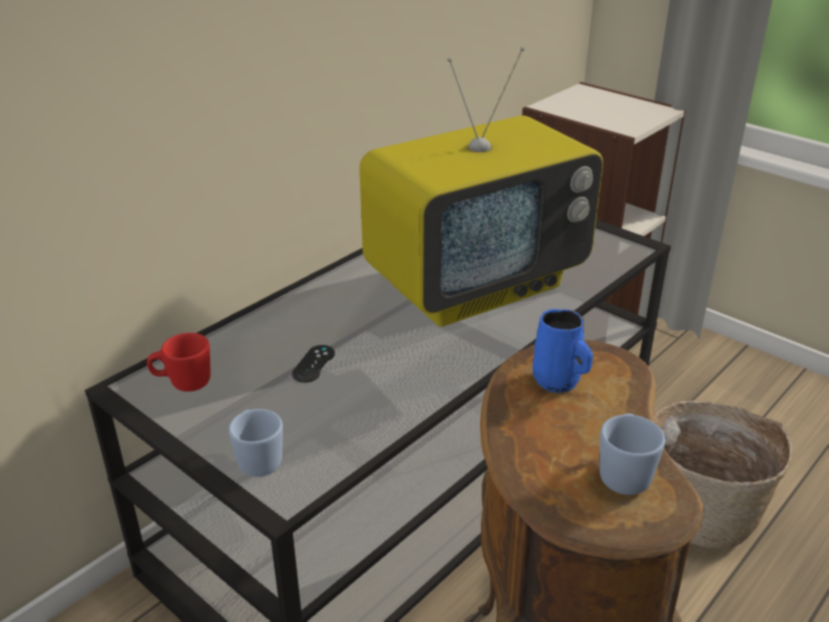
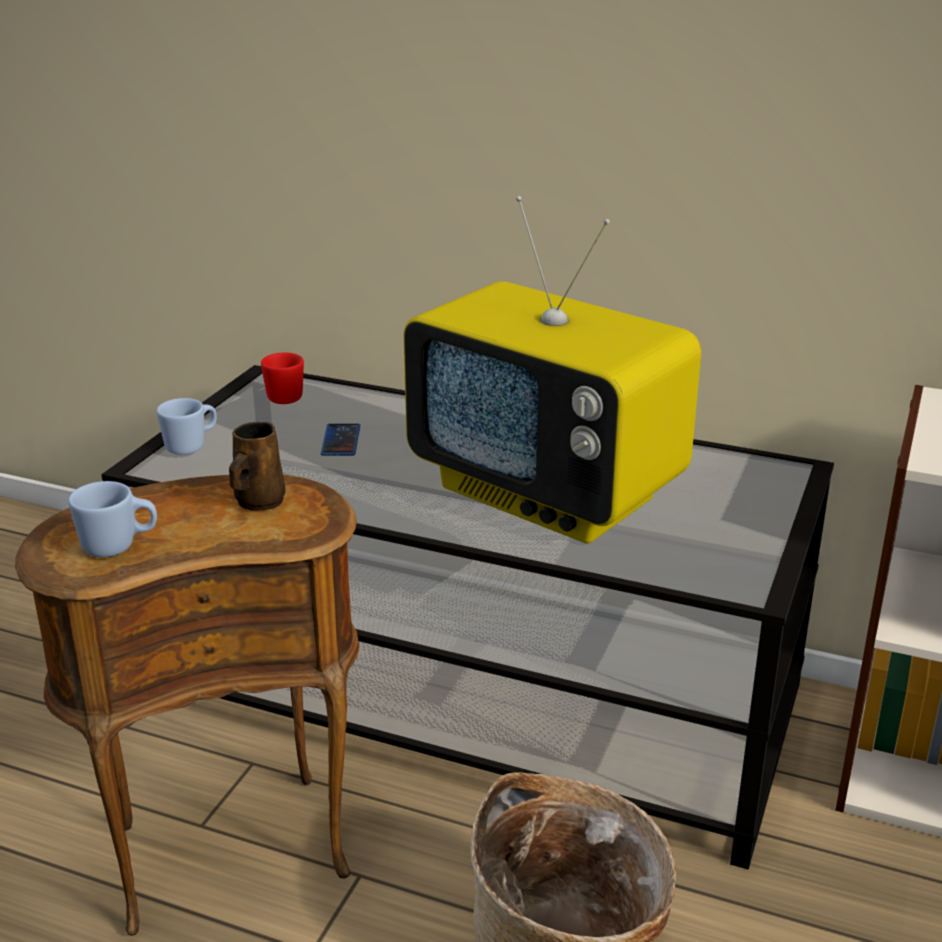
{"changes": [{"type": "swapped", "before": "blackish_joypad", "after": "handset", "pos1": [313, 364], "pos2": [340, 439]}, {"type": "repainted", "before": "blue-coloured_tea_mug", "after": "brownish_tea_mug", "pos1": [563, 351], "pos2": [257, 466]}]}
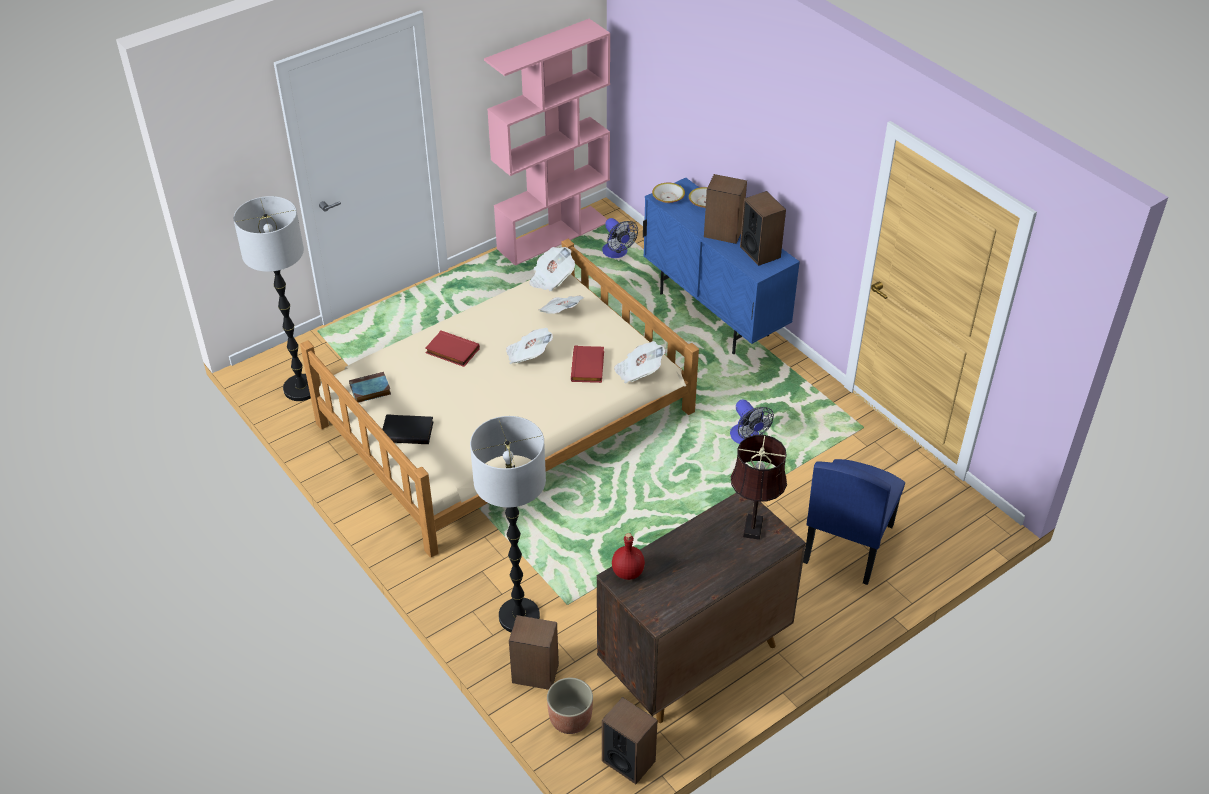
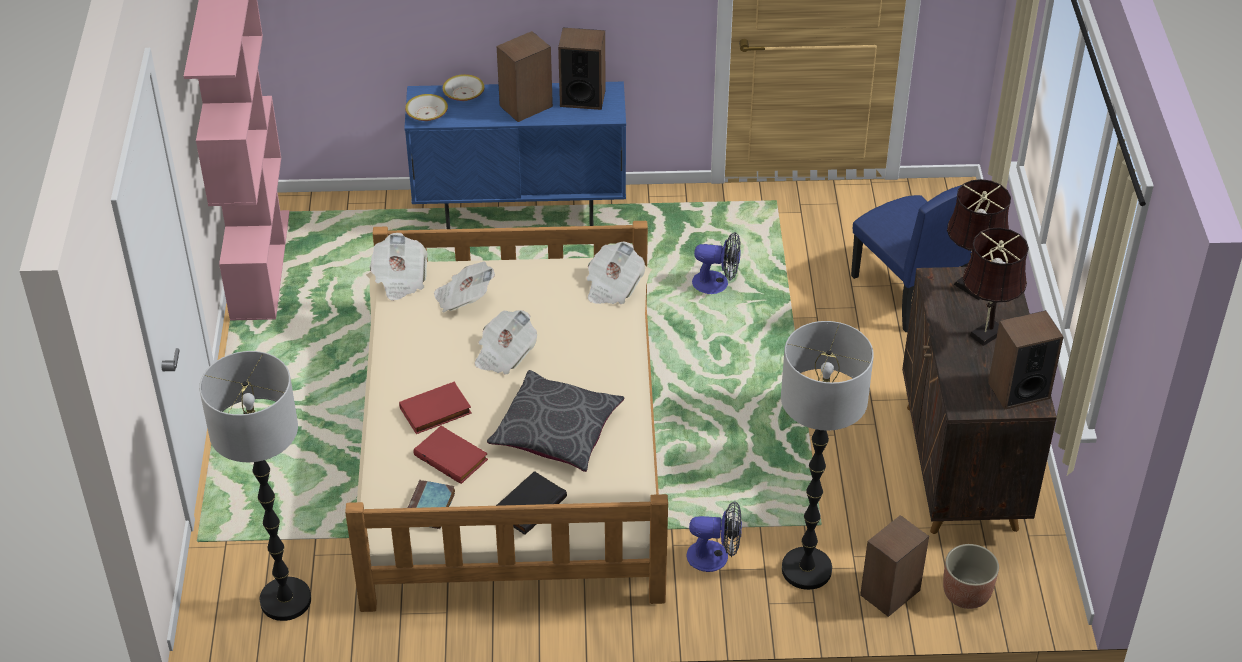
{"changes": [{"type": "gone", "before": "reddish_bottle", "pos1": [628, 556]}, {"type": "new", "after": "greyish_cushion", "pos2": [556, 421]}, {"type": "new", "after": "brownish_table_lamp", "pos2": [995, 287]}, {"type": "shifted", "before": "reddish_volume", "pos1": [587, 364], "pos2": [451, 455]}, {"type": "shifted", "before": "electric_fan", "pos1": [620, 238], "pos2": [714, 536]}, {"type": "shifted", "before": "speaker", "pos1": [630, 740], "pos2": [1026, 360]}]}
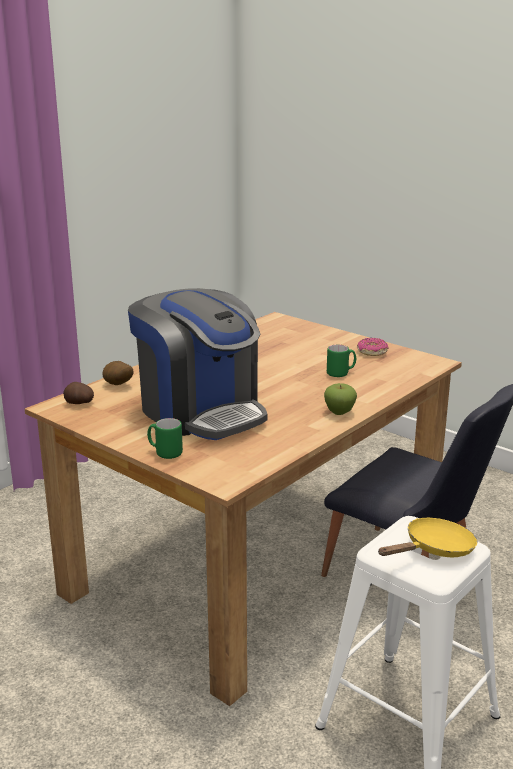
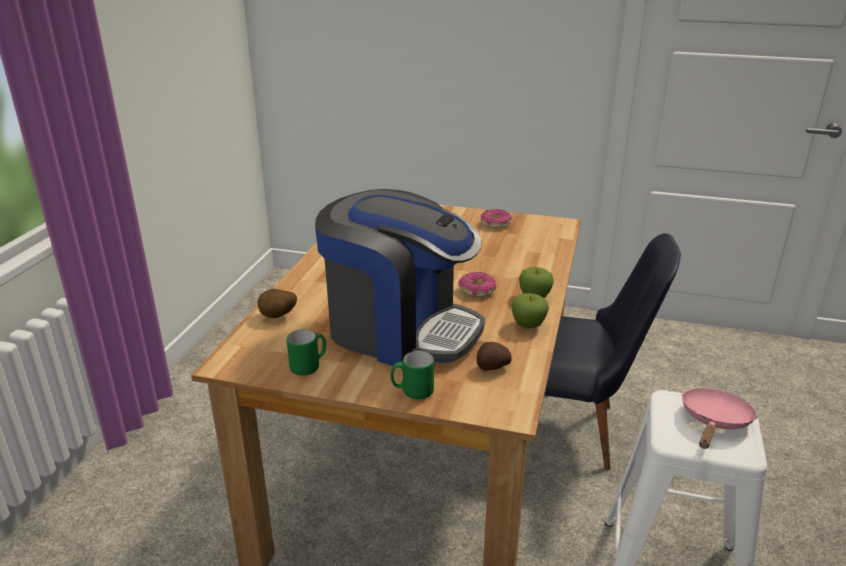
{"changes": [{"type": "new", "after": "donut", "pos2": [477, 284]}, {"type": "new", "after": "apple_fruit", "pos2": [530, 311]}, {"type": "shifted", "before": "whole_potato", "pos1": [78, 393], "pos2": [494, 356]}, {"type": "shifted", "before": "green-coloured_tea_mug", "pos1": [341, 361], "pos2": [306, 352]}, {"type": "repainted", "before": "yellowish_frying_pan", "after": "pinkish_frying_pan", "pos1": [427, 537], "pos2": [720, 418]}]}
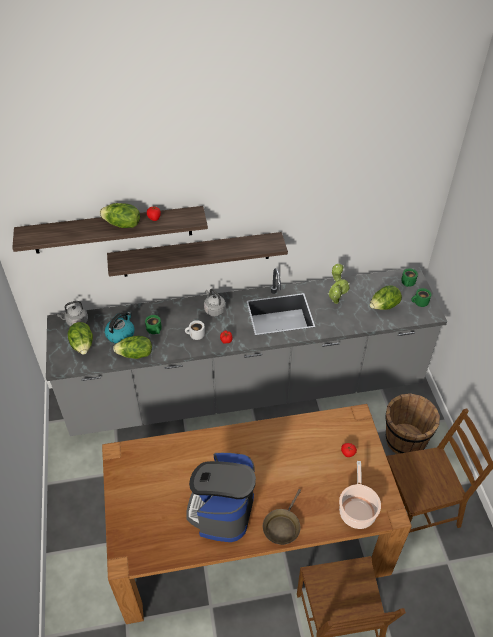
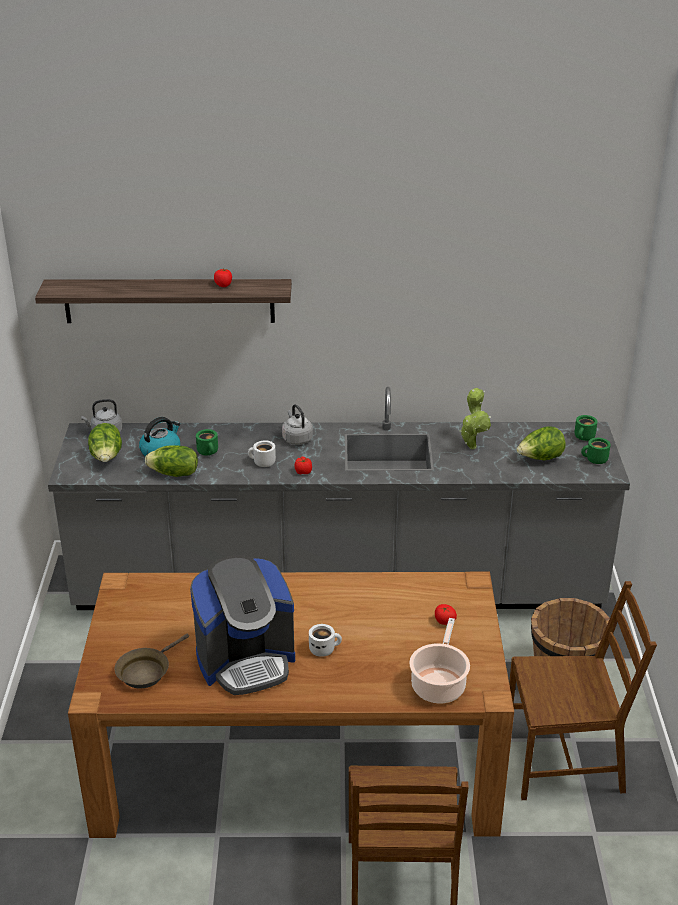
{"changes": [{"type": "gone", "before": "lettuce", "pos1": [120, 215]}, {"type": "gone", "before": "bracket_shelf", "pos1": [197, 254]}, {"type": "new", "after": "whitish_tea_mug", "pos2": [325, 640]}, {"type": "shifted", "before": "brownish_frying_pan", "pos1": [282, 517], "pos2": [151, 661]}, {"type": "rotated", "before": "coffee_maker", "pos1": [221, 497], "pos2": [242, 625], "turn": -135}]}
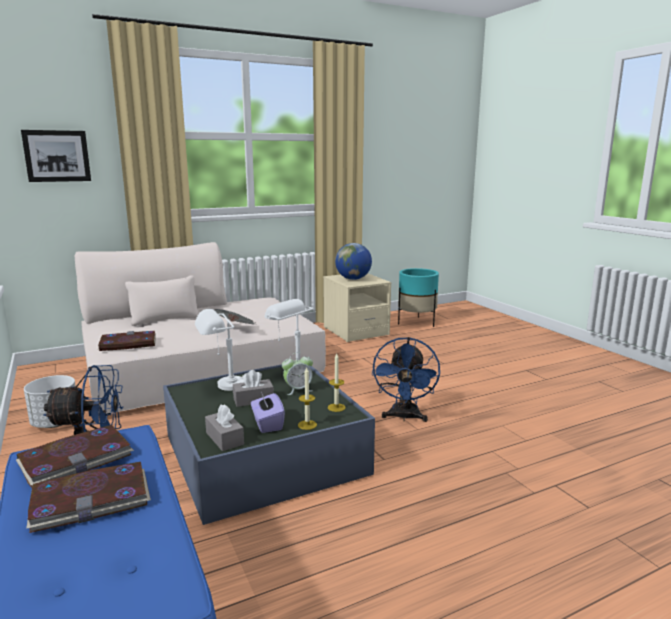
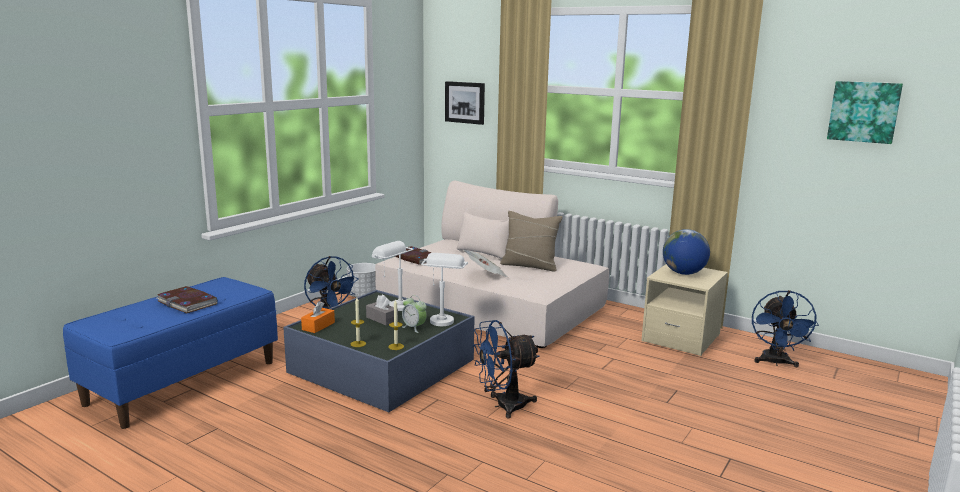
{"changes": [{"type": "gone", "before": "volume", "pos1": [75, 456]}, {"type": "gone", "before": "purplish_box_of_tissues", "pos1": [268, 412]}, {"type": "new", "after": "beige_cushion", "pos2": [531, 241]}, {"type": "new", "after": "picture", "pos2": [865, 112]}, {"type": "swapped", "before": "turquoise-coloured_flower_pot", "after": "blue-coloured_electric_fan", "pos1": [418, 297], "pos2": [785, 328]}, {"type": "repainted", "before": "greyish_box_of_tissues", "after": "orange_box_of_tissues", "pos1": [224, 427], "pos2": [318, 317]}]}
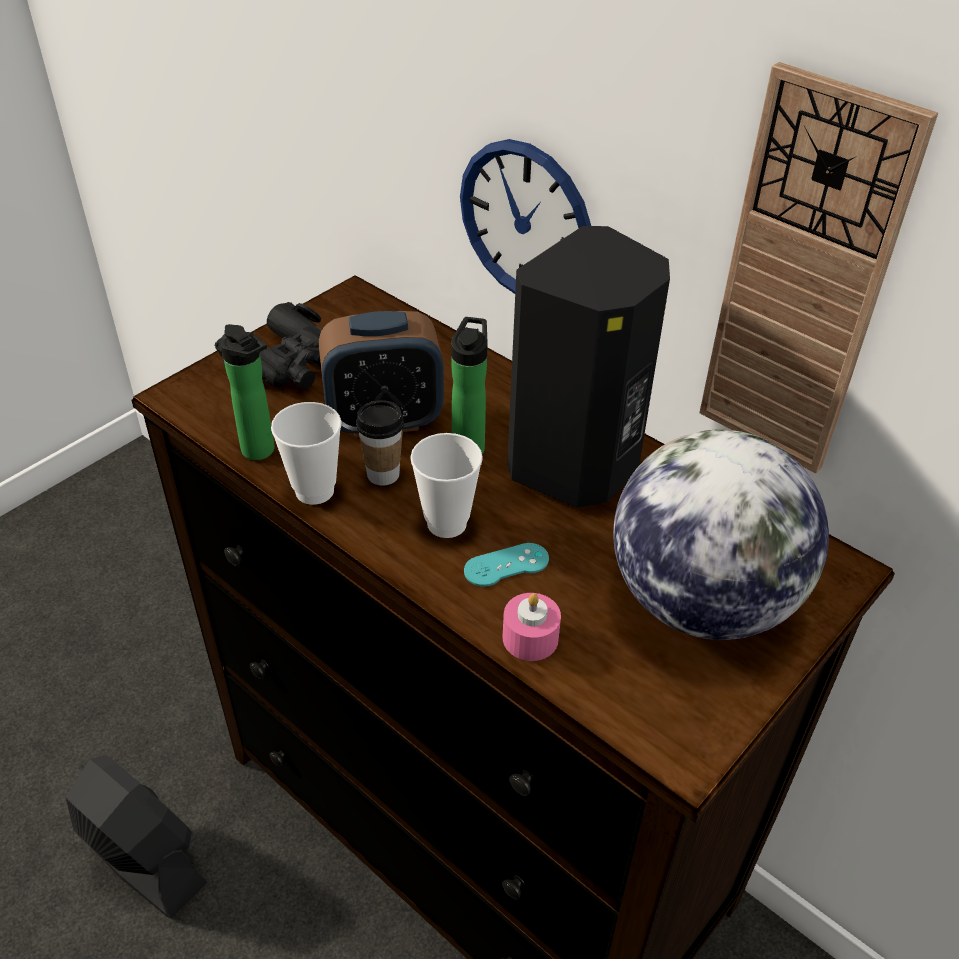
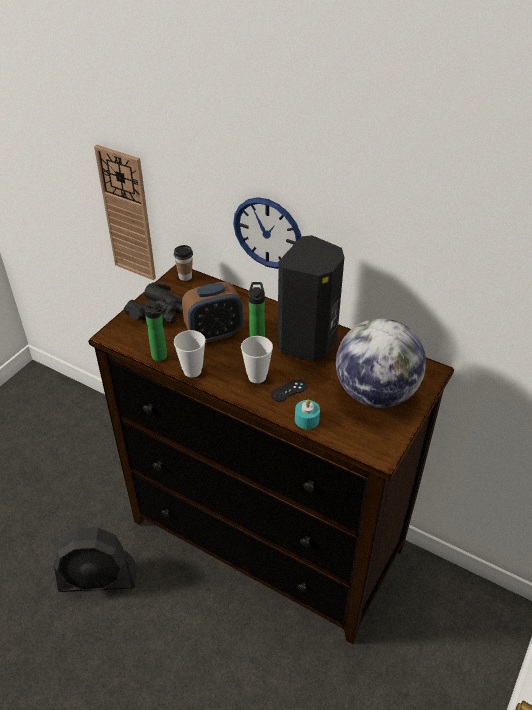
{"changes": [{"type": "shifted", "before": "cup", "pos1": [380, 443], "pos2": [183, 263]}, {"type": "shifted", "before": "wall_clock", "pos1": [818, 268], "pos2": [125, 212]}, {"type": "repainted", "before": "turquoise-coloured_joypad", "after": "blackish_joypad", "pos1": [506, 565], "pos2": [289, 391]}, {"type": "repainted", "before": "pinkish_wax_light", "after": "turquoise-coloured_wax_light", "pos1": [532, 627], "pos2": [307, 414]}, {"type": "rotated", "before": "blackish_electric_fan", "pos1": [137, 836], "pos2": [95, 560], "turn": 150}]}
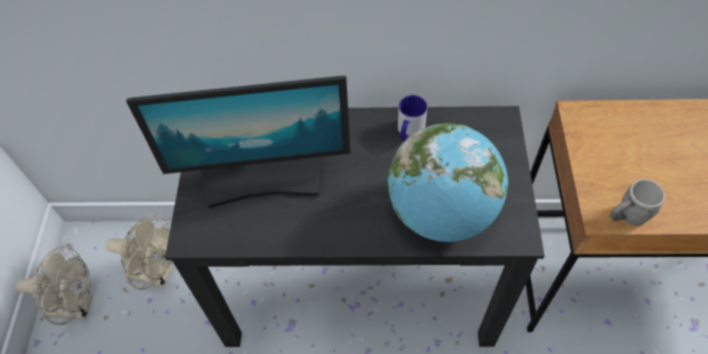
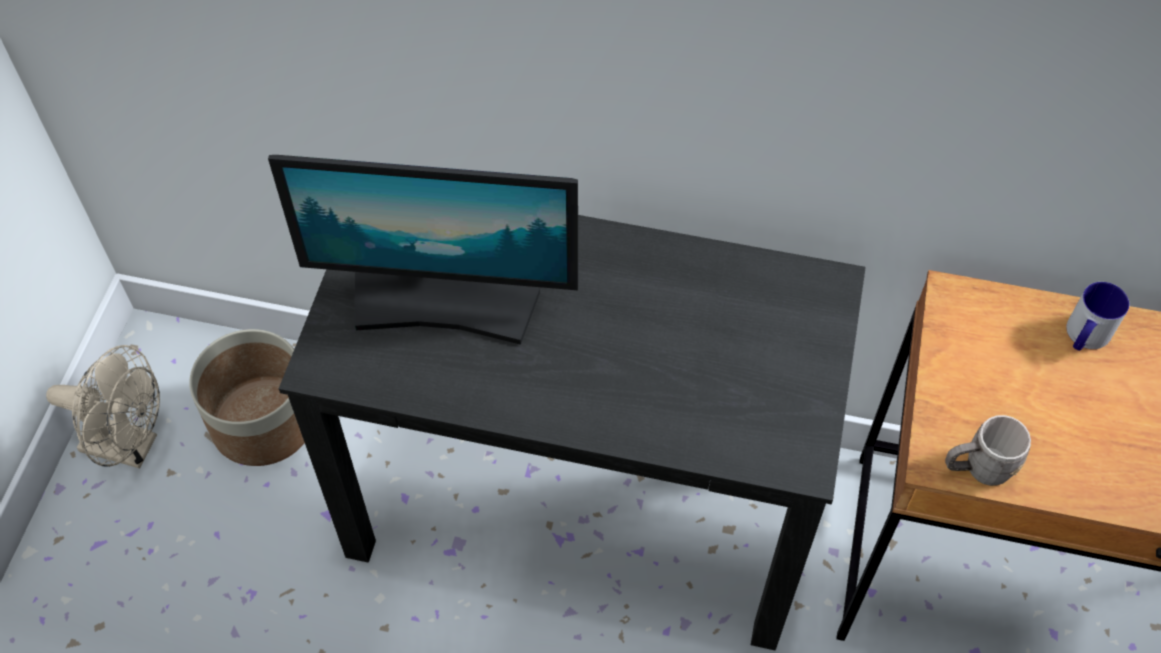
{"changes": [{"type": "gone", "before": "world_globe", "pos1": [448, 182]}, {"type": "shifted", "before": "tea_mug", "pos1": [412, 117], "pos2": [1097, 316]}, {"type": "swapped", "before": "beige_electric_fan", "after": "flower_pot", "pos1": [139, 252], "pos2": [247, 397]}]}
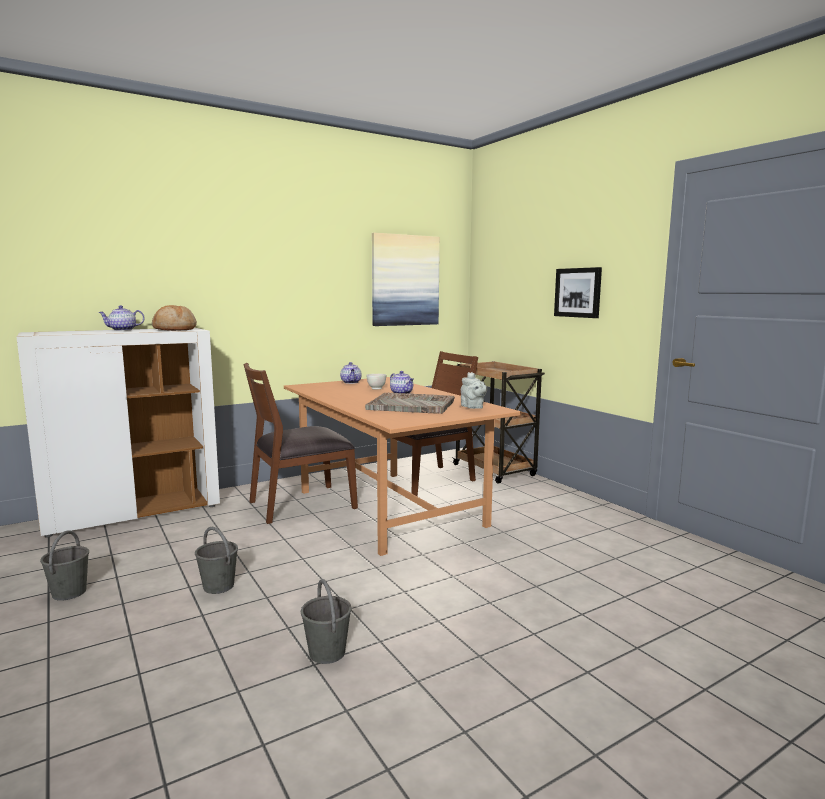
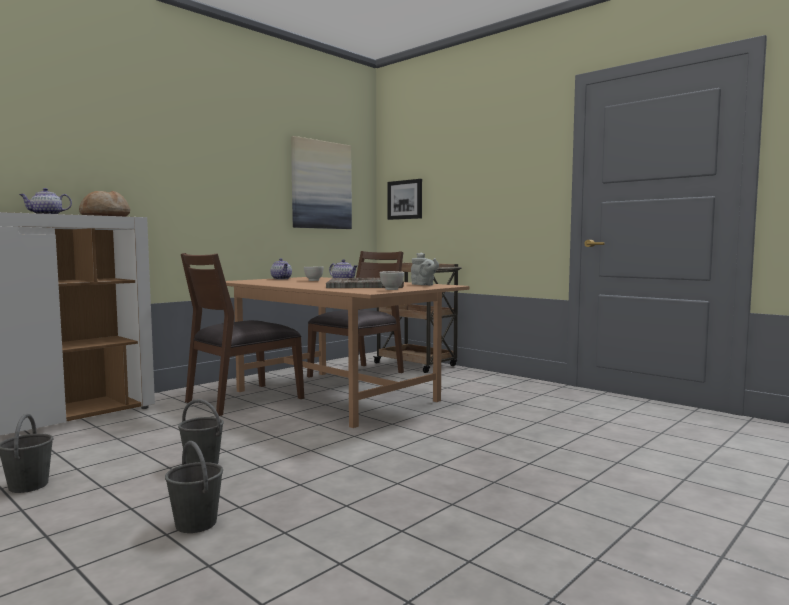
{"changes": [{"type": "new", "after": "whitish_serving_bowl", "pos2": [392, 280]}, {"type": "shifted", "before": "greyish_bucket", "pos1": [326, 621], "pos2": [194, 487]}, {"type": "shifted", "before": "picture", "pos1": [578, 292], "pos2": [404, 199]}]}
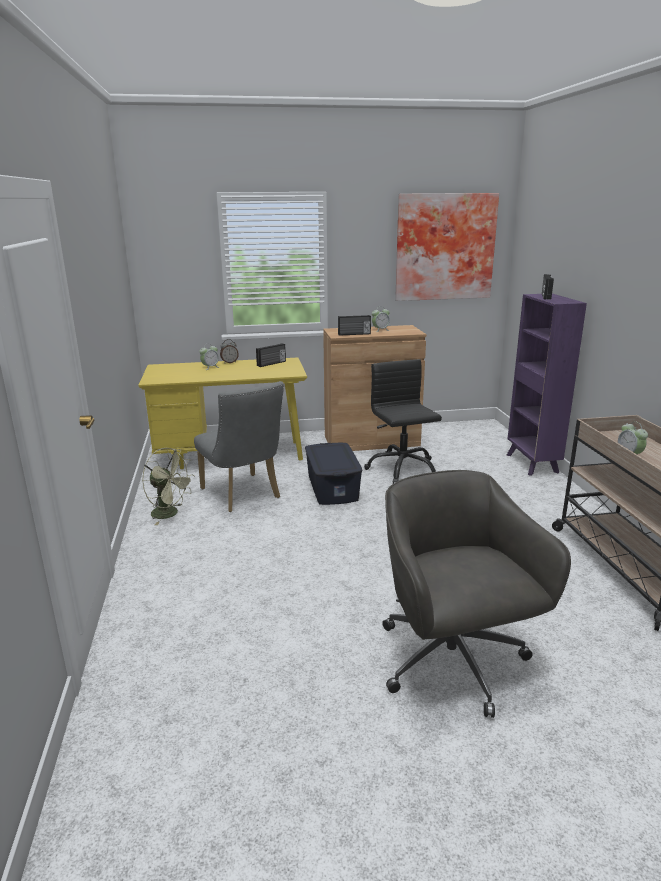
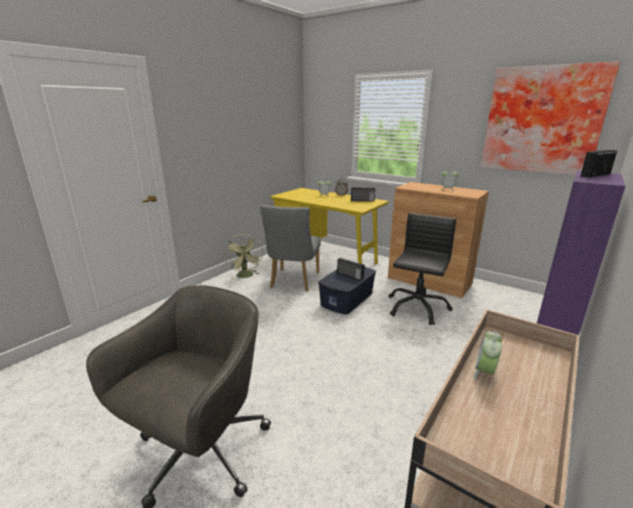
{"changes": [{"type": "shifted", "before": "radio", "pos1": [354, 325], "pos2": [351, 269]}]}
